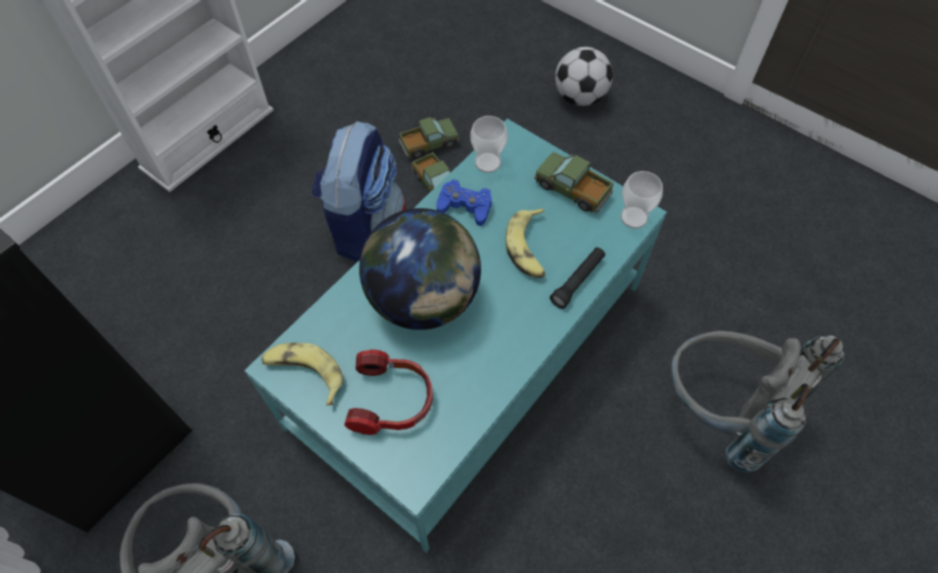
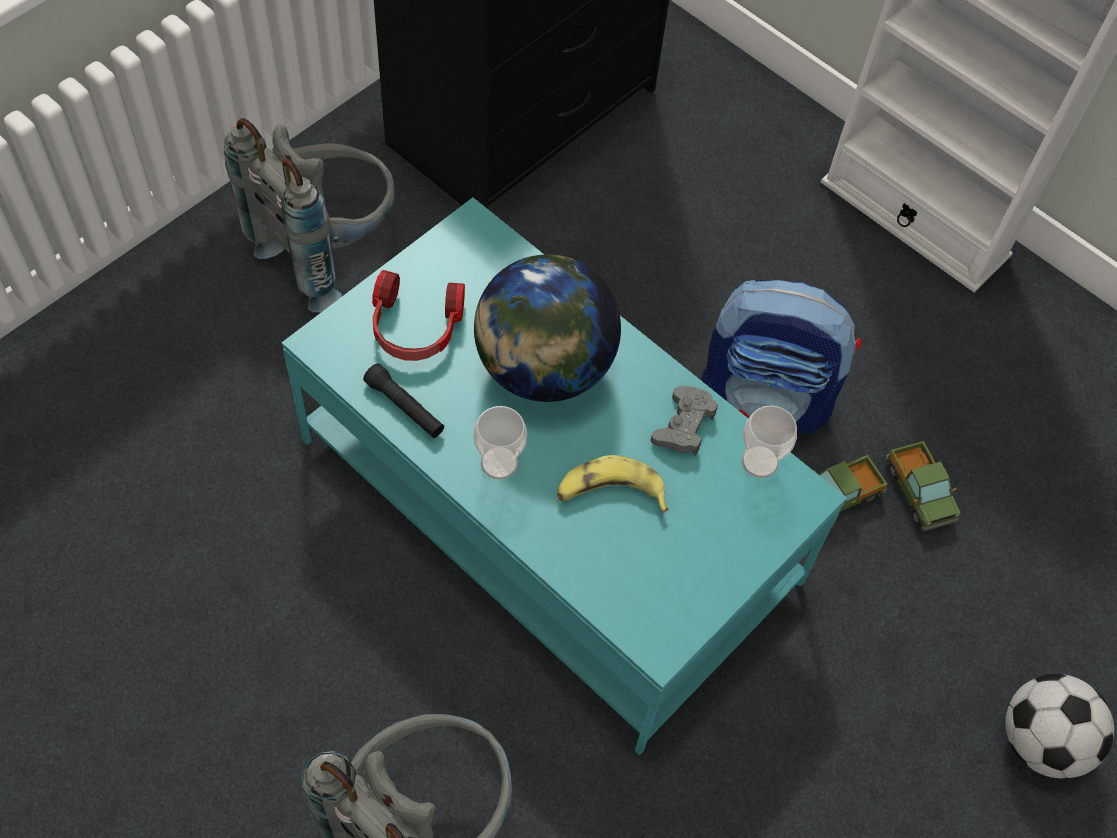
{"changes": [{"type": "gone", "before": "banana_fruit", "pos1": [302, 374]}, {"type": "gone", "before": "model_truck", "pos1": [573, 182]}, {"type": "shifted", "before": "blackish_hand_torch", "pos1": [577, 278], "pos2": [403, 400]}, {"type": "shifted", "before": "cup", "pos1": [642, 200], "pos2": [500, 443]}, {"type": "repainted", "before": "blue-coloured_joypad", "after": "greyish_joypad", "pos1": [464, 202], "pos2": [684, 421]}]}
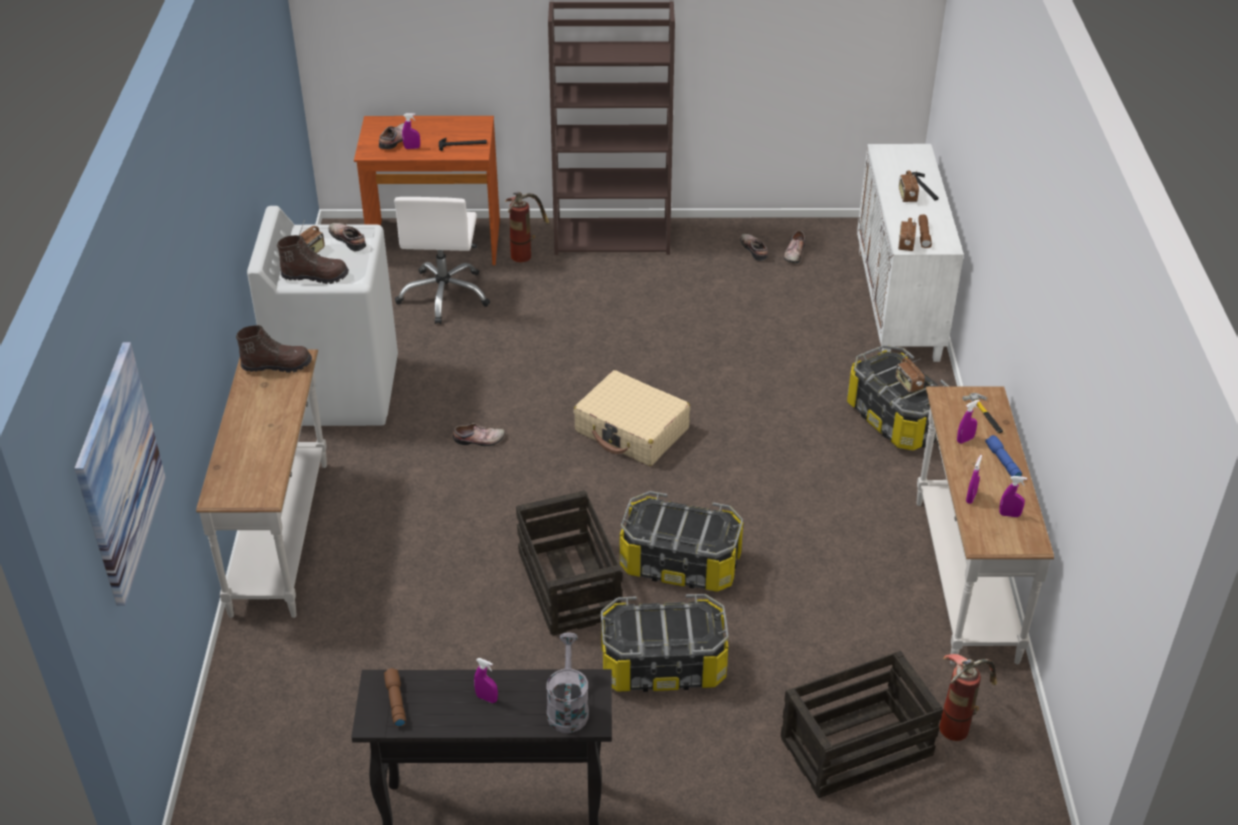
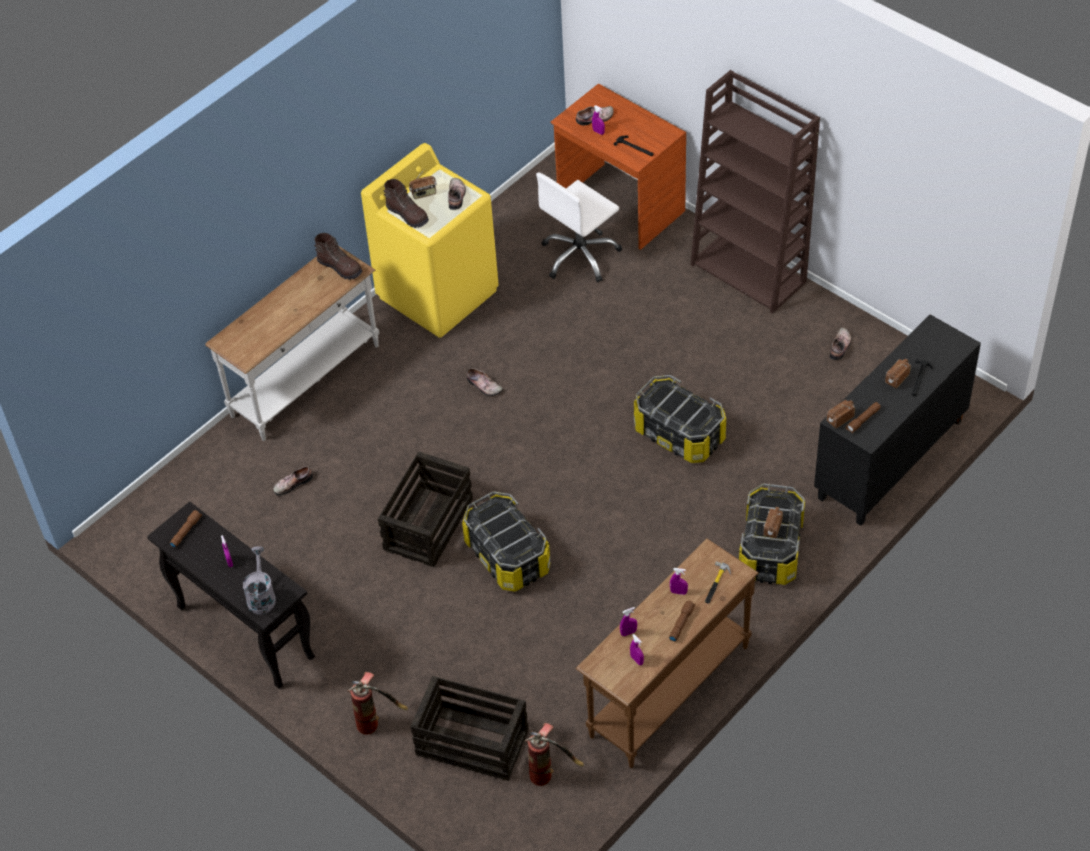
{"changes": [{"type": "gone", "before": "picture", "pos1": [120, 474]}, {"type": "gone", "before": "beige_piece_of_luggage", "pos1": [631, 418]}, {"type": "shifted", "before": "fire_extinguisher", "pos1": [527, 227], "pos2": [378, 703]}, {"type": "shifted", "before": "storage_bin", "pos1": [665, 643], "pos2": [680, 419]}, {"type": "shifted", "before": "item_of_footwear", "pos1": [794, 247], "pos2": [293, 481]}, {"type": "repainted", "before": "whitish_washing_machine", "after": "yellowish_washing_machine", "pos1": [322, 316], "pos2": [430, 240]}, {"type": "repainted", "before": "whitish_storage_cabinet", "after": "blackish_storage_cabinet", "pos1": [910, 253], "pos2": [897, 420]}, {"type": "repainted", "before": "whitish_console_table", "after": "brownish_console_table", "pos1": [985, 525], "pos2": [666, 653]}, {"type": "repainted", "before": "blue-coloured_hand_torch", "after": "brownish_hand_torch", "pos1": [1003, 456], "pos2": [682, 621]}, {"type": "rotated", "before": "greyish_watering_can", "pos1": [567, 683], "pos2": [259, 580], "turn": -45}]}
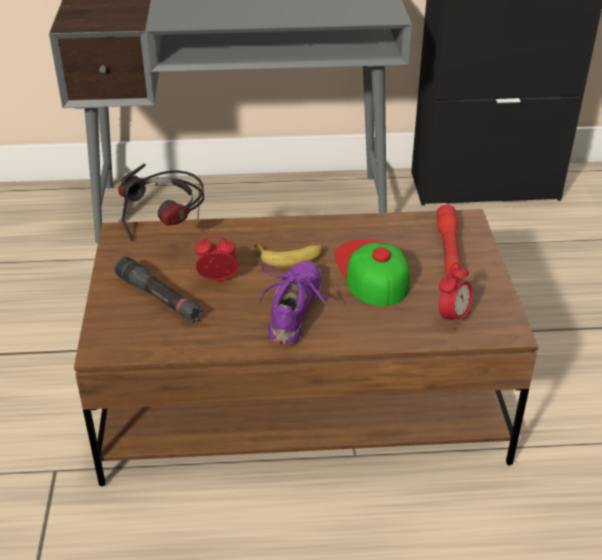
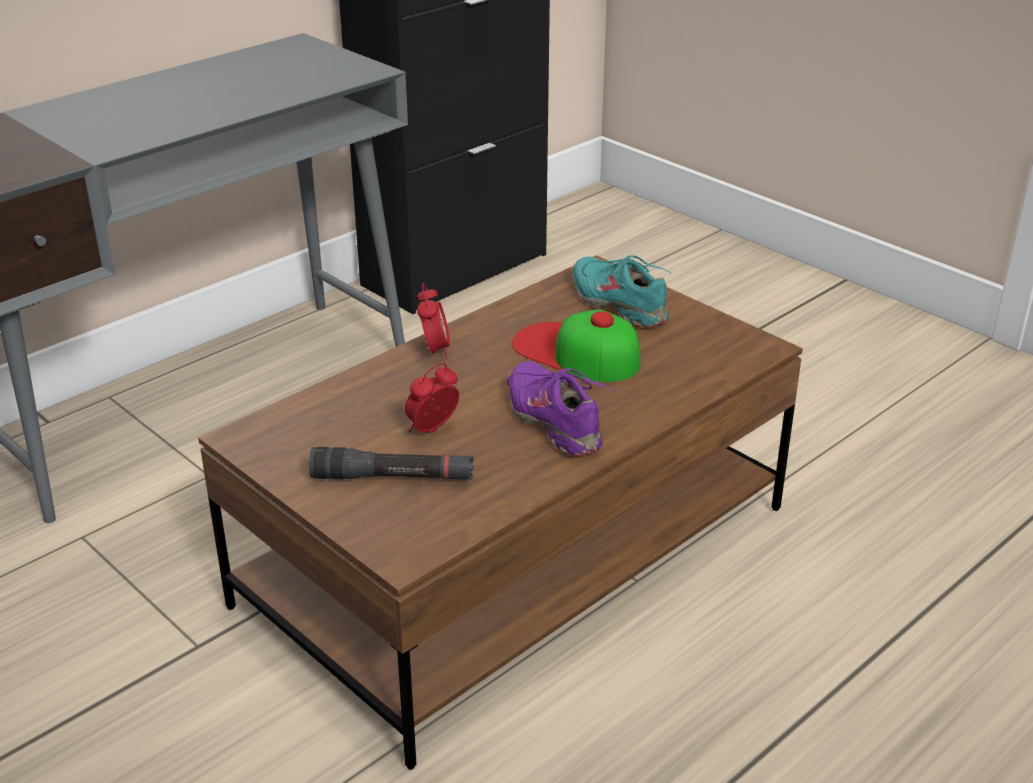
{"changes": [{"type": "gone", "before": "pair_of_headphones", "pos1": [161, 202]}, {"type": "gone", "before": "banana_fruit", "pos1": [288, 256]}, {"type": "shifted", "before": "table_clock", "pos1": [456, 295], "pos2": [433, 321]}, {"type": "swapped", "before": "reddish_hand_torch", "after": "turquoise-coloured_item_of_footwear", "pos1": [449, 241], "pos2": [622, 291]}]}
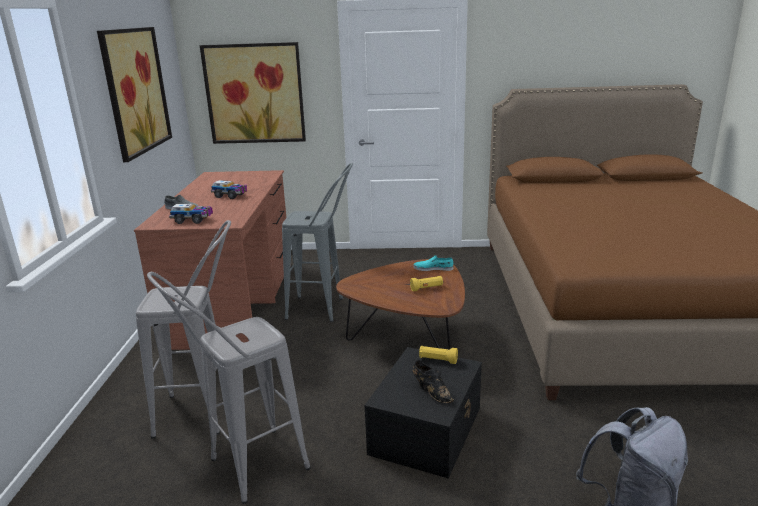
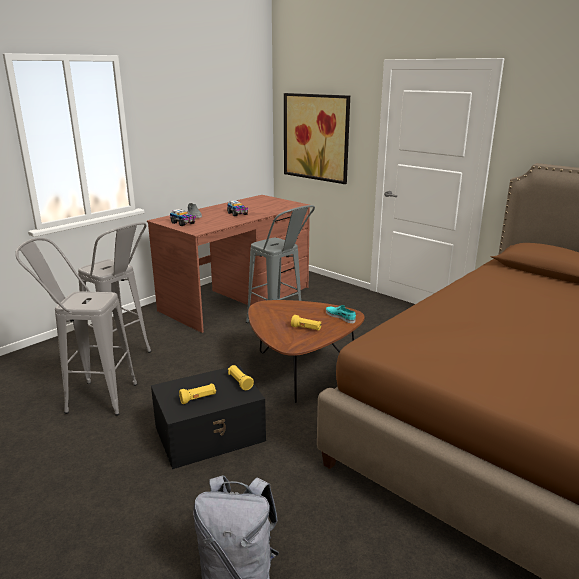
{"changes": [{"type": "gone", "before": "picture", "pos1": [134, 94]}, {"type": "swapped", "before": "blackish_item_of_footwear", "after": "yellowish_hand_torch", "pos1": [433, 381], "pos2": [197, 393]}]}
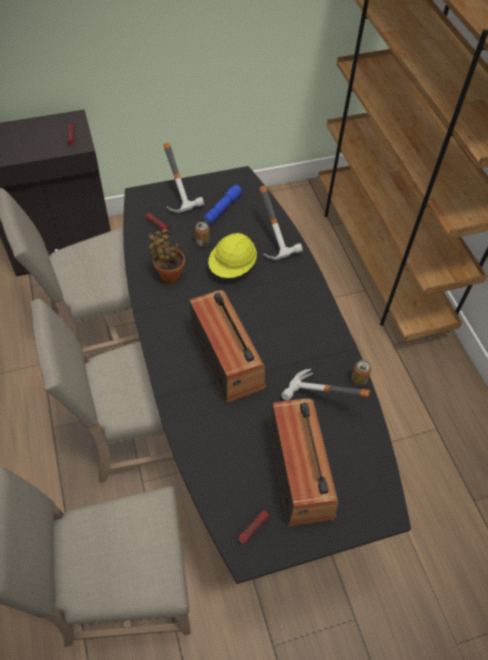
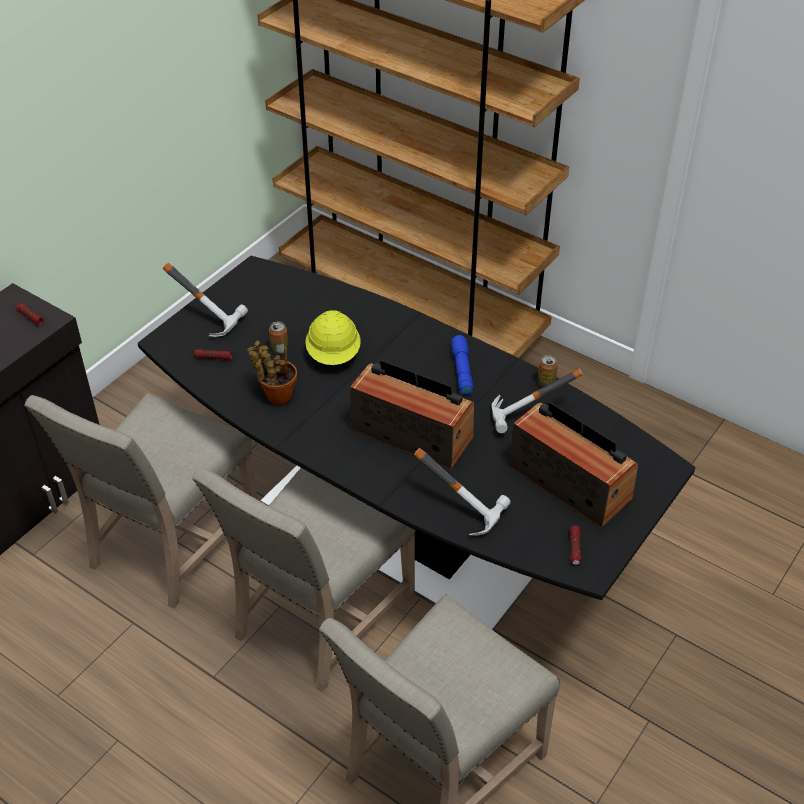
{"changes": [{"type": "shifted", "before": "blue-coloured_hand_torch", "pos1": [223, 205], "pos2": [462, 365]}, {"type": "shifted", "before": "tool_hammer", "pos1": [281, 223], "pos2": [462, 492]}]}
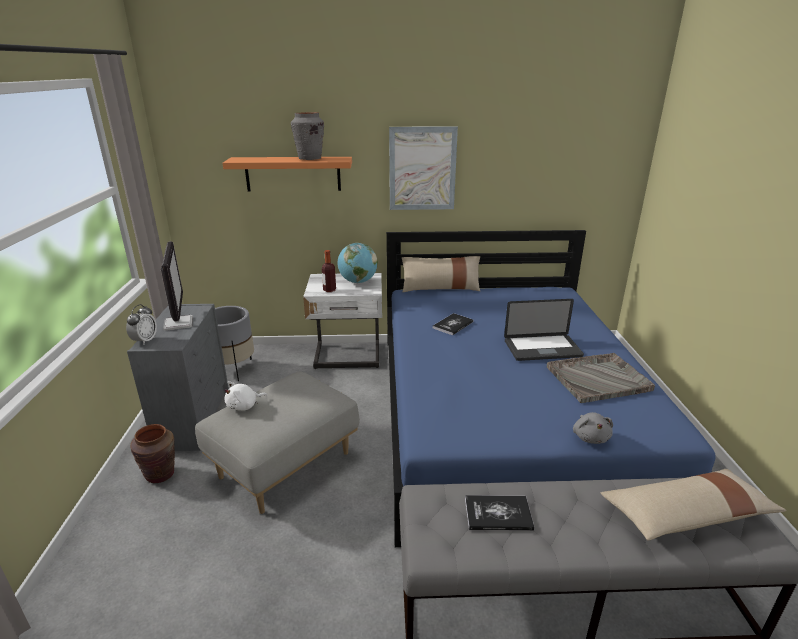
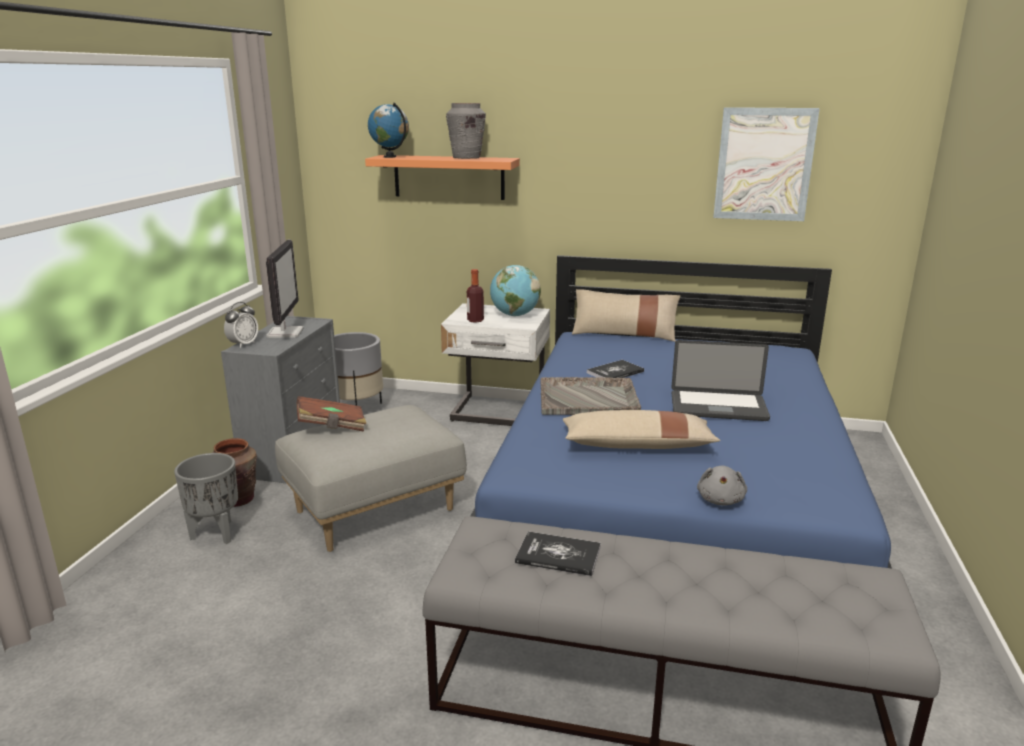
{"changes": [{"type": "new", "after": "greyish_flower_pot", "pos2": [206, 498]}, {"type": "new", "after": "world_globe", "pos2": [388, 130]}, {"type": "shifted", "before": "picture", "pos1": [423, 168], "pos2": [766, 164]}, {"type": "shifted", "before": "greyish_tray", "pos1": [601, 378], "pos2": [591, 396]}, {"type": "shifted", "before": "beige_cushion", "pos1": [693, 505], "pos2": [641, 429]}, {"type": "swapped", "before": "whitish_cuddly_toy", "after": "brownish_volume", "pos1": [246, 396], "pos2": [331, 414]}]}
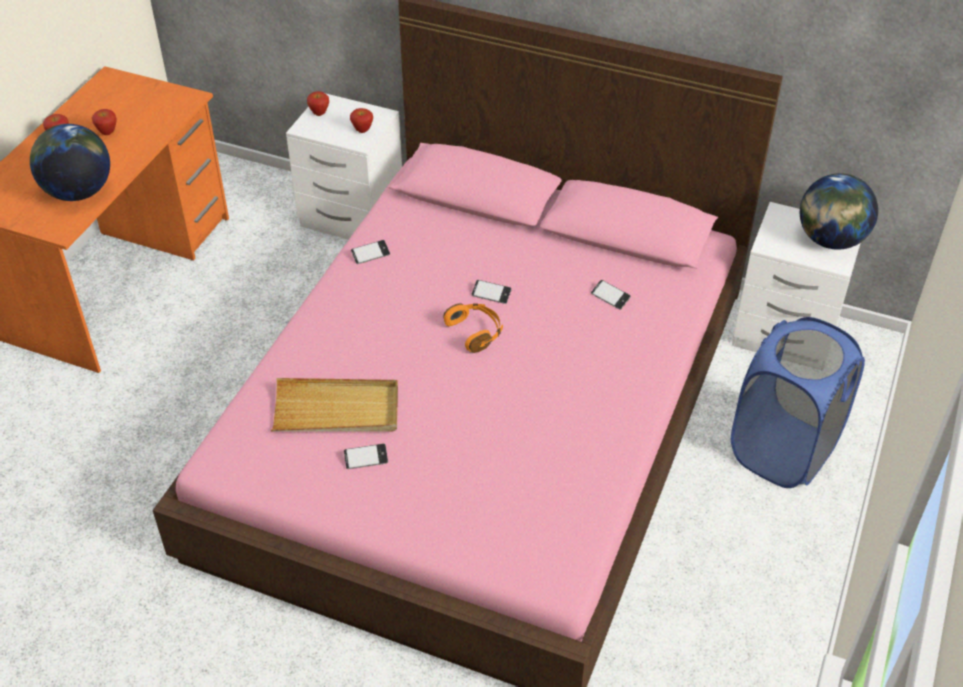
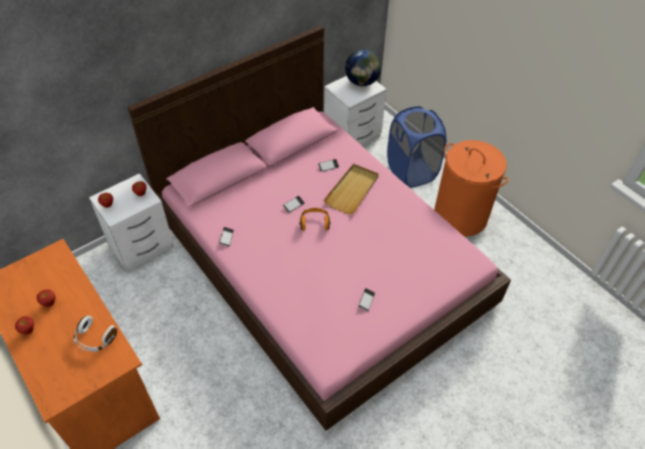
{"changes": [{"type": "new", "after": "orange_hamper", "pos2": [471, 188]}, {"type": "shifted", "before": "beige_tray", "pos1": [334, 404], "pos2": [351, 189]}, {"type": "swapped", "before": "world_globe", "after": "whitish_pair_of_headphones", "pos1": [70, 162], "pos2": [95, 334]}]}
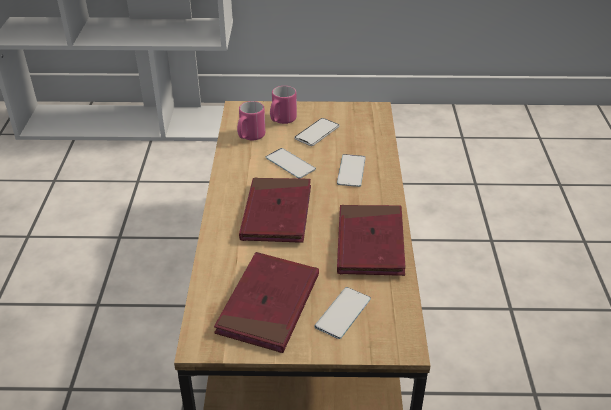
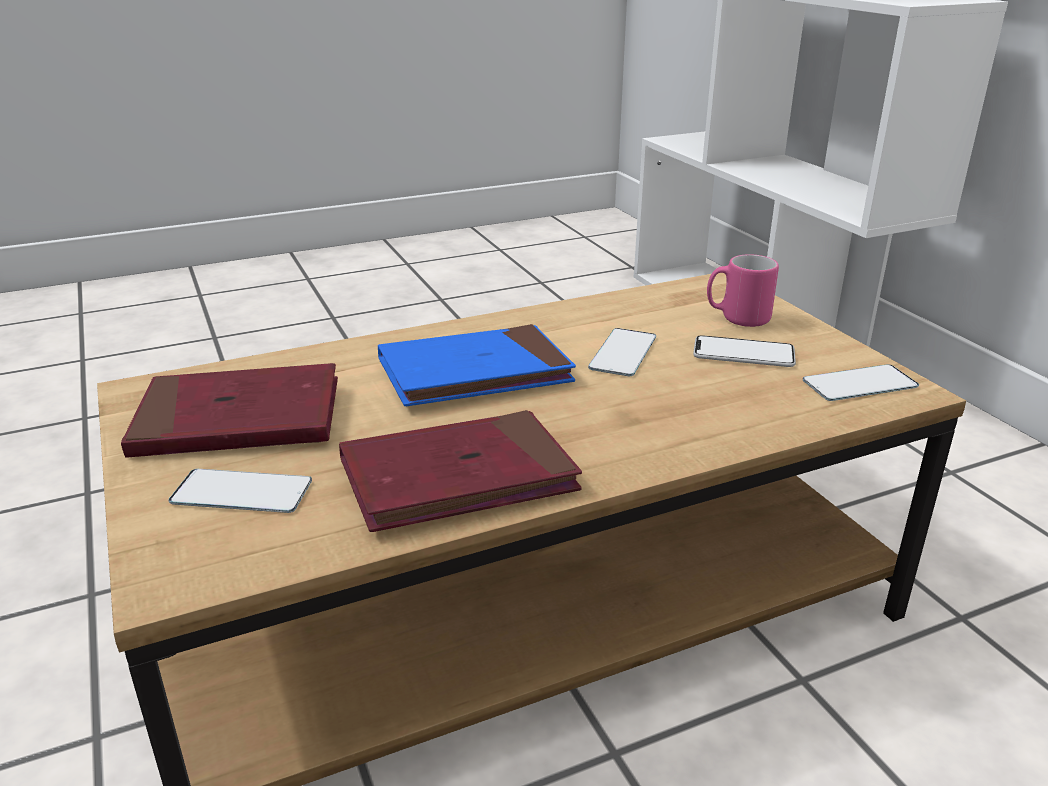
{"changes": [{"type": "gone", "before": "pinkish_tea_mug", "pos1": [251, 120]}, {"type": "shifted", "before": "handset", "pos1": [351, 170], "pos2": [861, 382]}, {"type": "repainted", "before": "reddish_volume", "after": "blue-coloured_volume", "pos1": [275, 210], "pos2": [477, 365]}]}
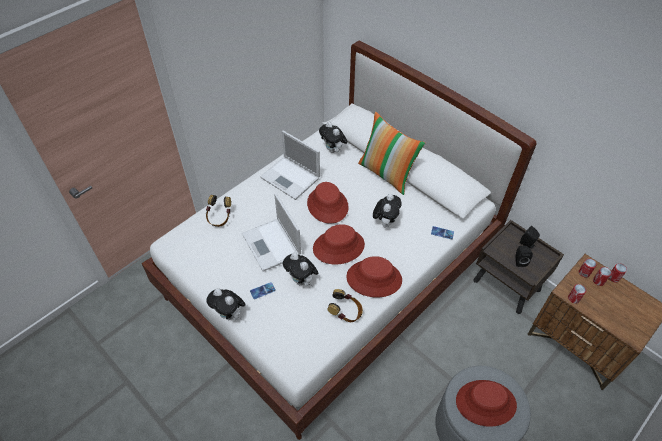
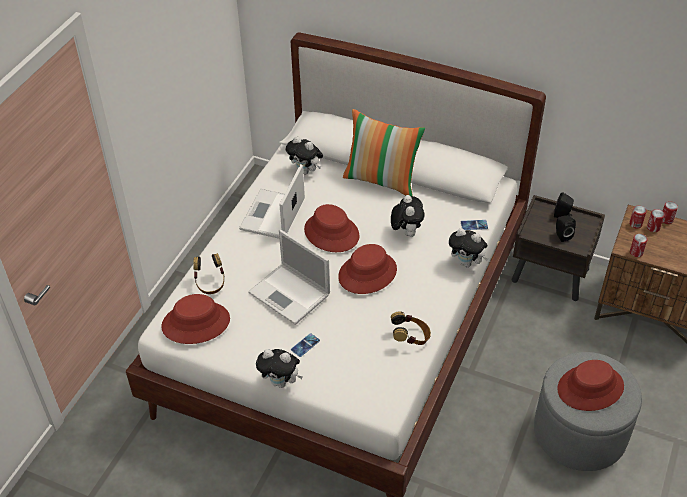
{"changes": [{"type": "shifted", "before": "cuddly_toy", "pos1": [300, 269], "pos2": [468, 247]}, {"type": "shifted", "before": "reddish_hat", "pos1": [374, 276], "pos2": [195, 319]}, {"type": "rotated", "before": "portable_computer", "pos1": [290, 165], "pos2": [272, 201], "turn": 90}]}
